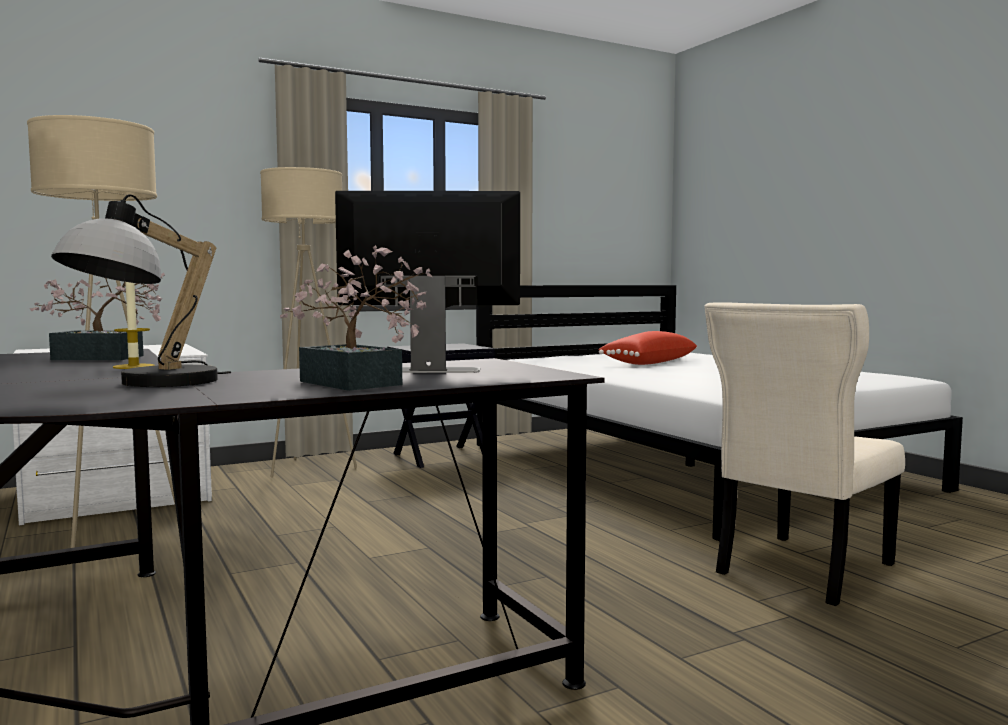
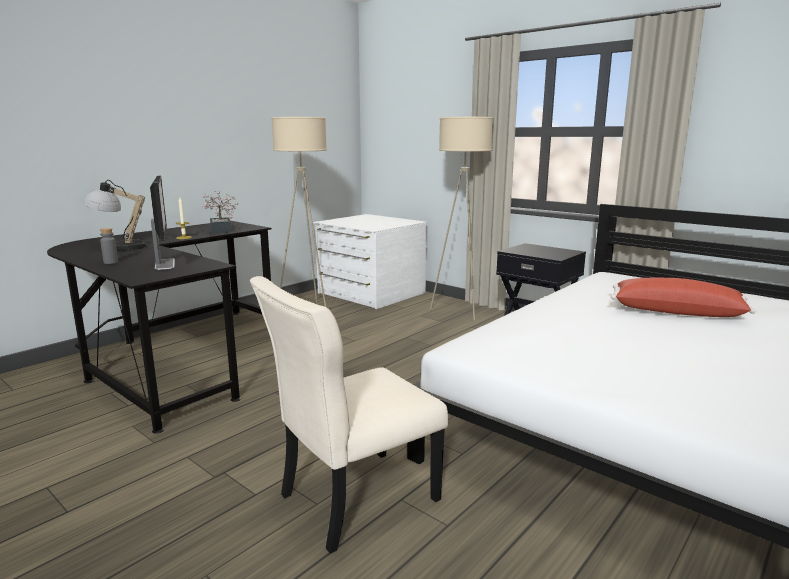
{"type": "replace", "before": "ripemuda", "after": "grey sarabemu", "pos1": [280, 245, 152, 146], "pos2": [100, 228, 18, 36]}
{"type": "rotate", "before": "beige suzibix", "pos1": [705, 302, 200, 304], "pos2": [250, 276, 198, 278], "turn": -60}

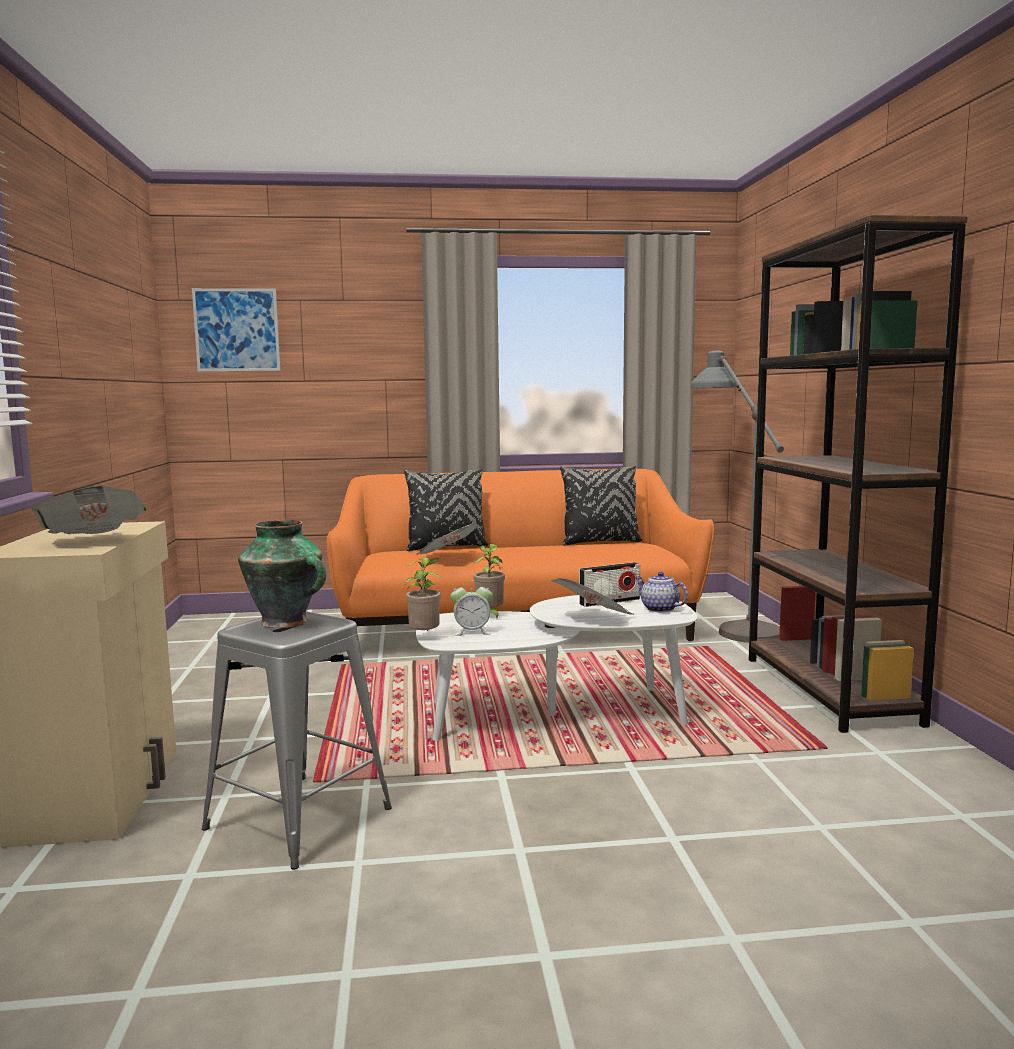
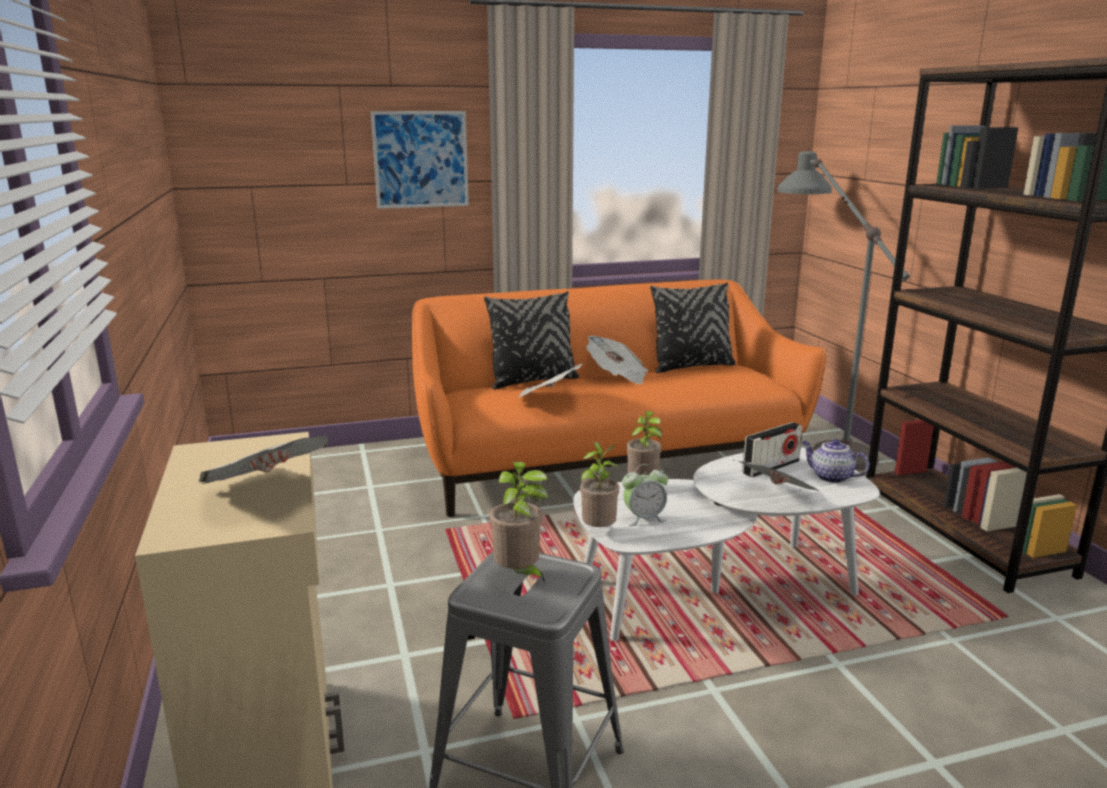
{"type": "move", "before": "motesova", "pos1": [192, 288, 88, 84], "pos2": [371, 111, 98, 98]}
{"type": "replace", "before": "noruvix", "after": "ripemuda", "pos1": [238, 520, 88, 108], "pos2": [490, 462, 58, 121]}
{"type": "insert", "after": "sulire", "pos2": [586, 335, 62, 49]}

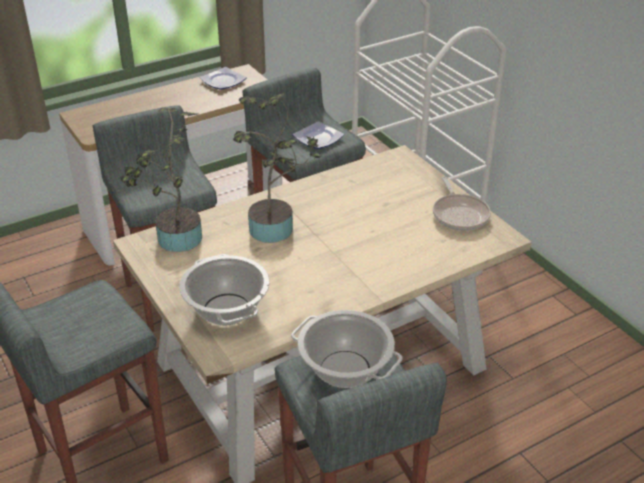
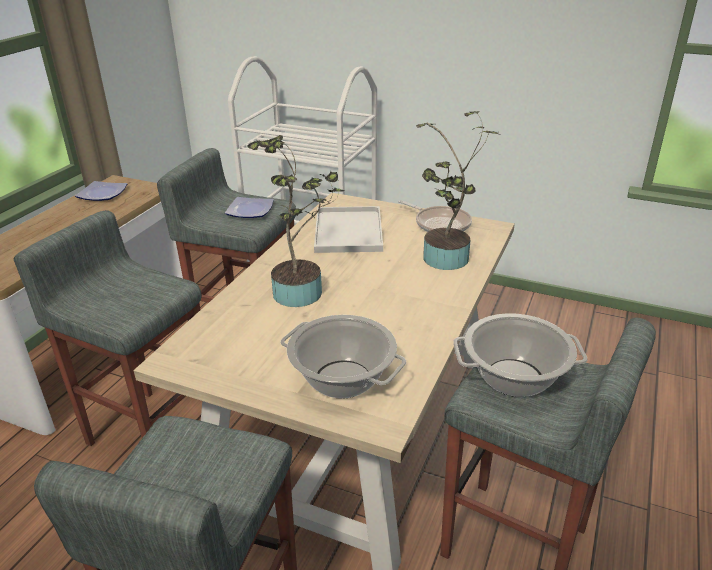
{"type": "move", "before": "ripemuda", "pos1": [120, 108, 82, 144], "pos2": [416, 111, 84, 159]}
{"type": "insert", "after": "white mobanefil", "pos2": [314, 206, 69, 47]}

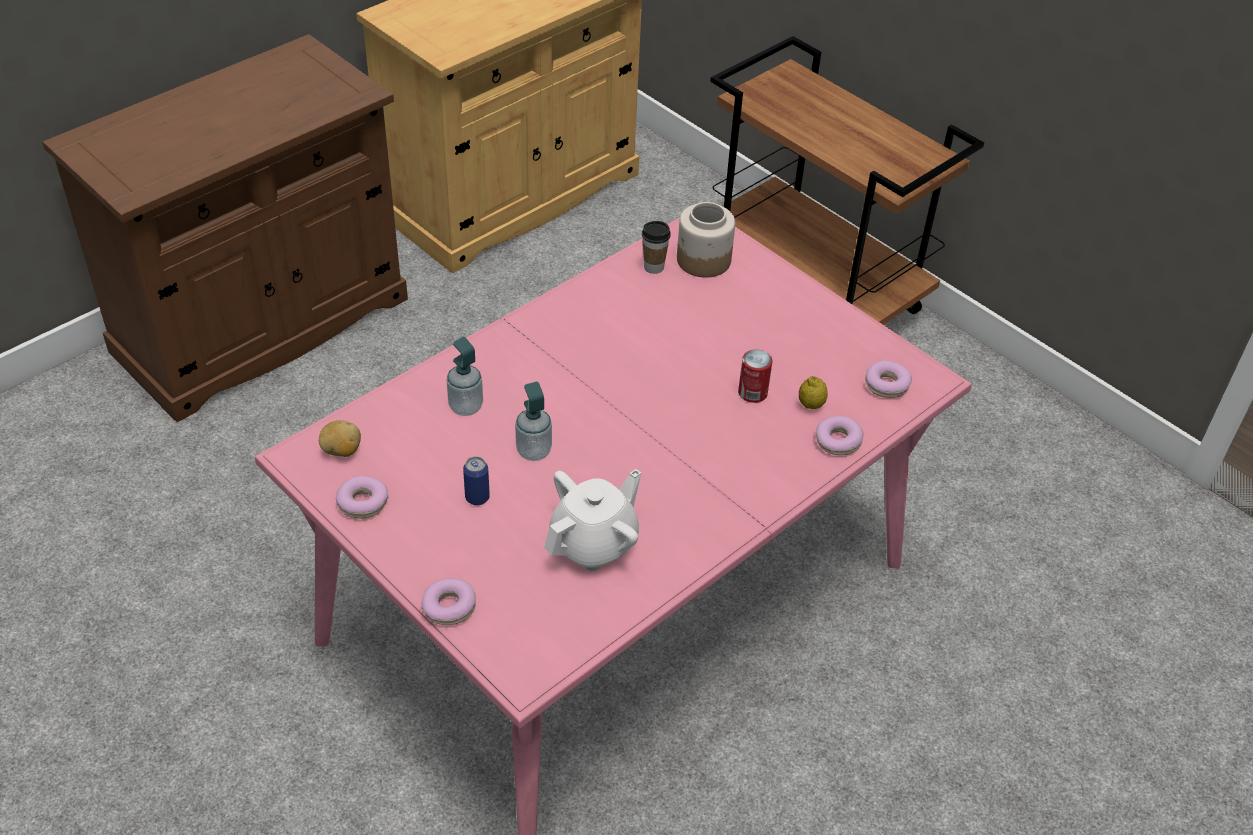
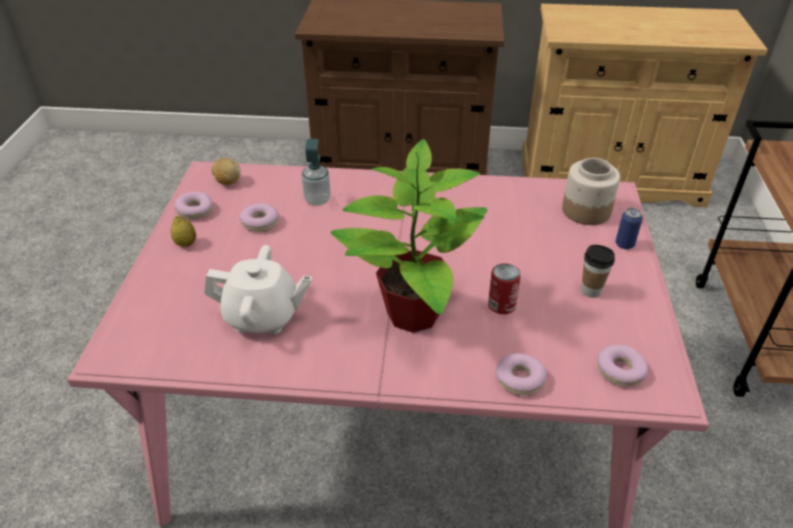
{"type": "move", "before": "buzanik", "pos1": [642, 221, 29, 53], "pos2": [581, 245, 34, 53]}
{"type": "move", "before": "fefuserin", "pos1": [799, 376, 29, 33], "pos2": [171, 216, 25, 31]}
{"type": "delete", "before": "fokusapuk", "pos1": [515, 382, 37, 79]}
{"type": "move", "before": "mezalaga", "pos1": [463, 456, 27, 49], "pos2": [615, 208, 28, 41]}
{"type": "move", "before": "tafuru", "pos1": [421, 578, 55, 47], "pos2": [240, 203, 39, 29]}
{"type": "insert", "after": "ripemuda", "pos2": [331, 139, 156, 194]}

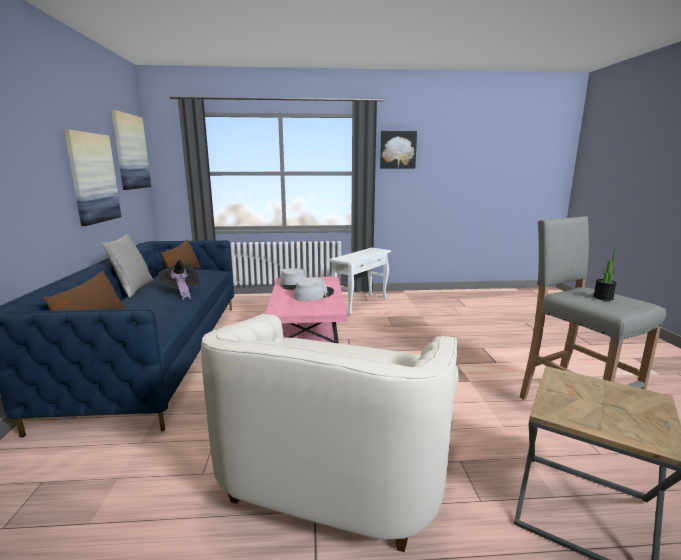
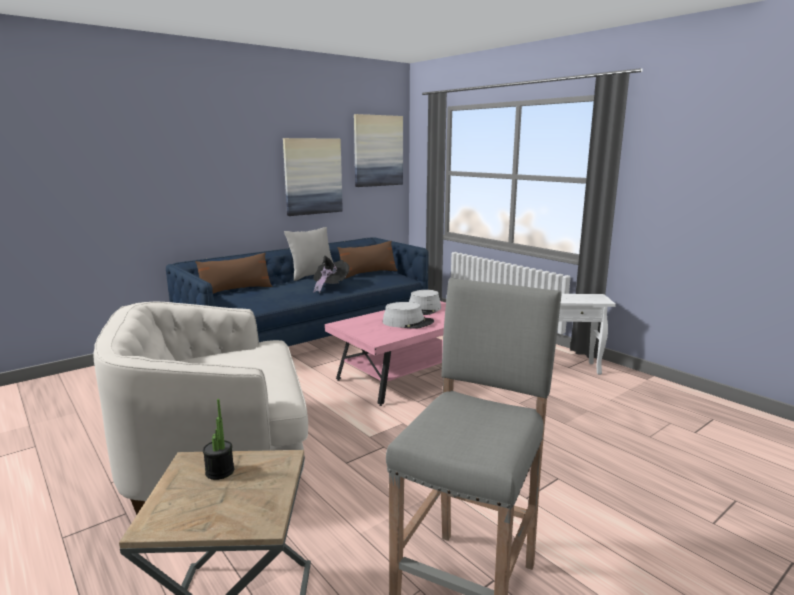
{"type": "delete", "before": "motesova", "pos1": [380, 131, 37, 37]}
{"type": "move", "before": "ripemuda", "pos1": [593, 247, 24, 54], "pos2": [203, 399, 31, 81]}

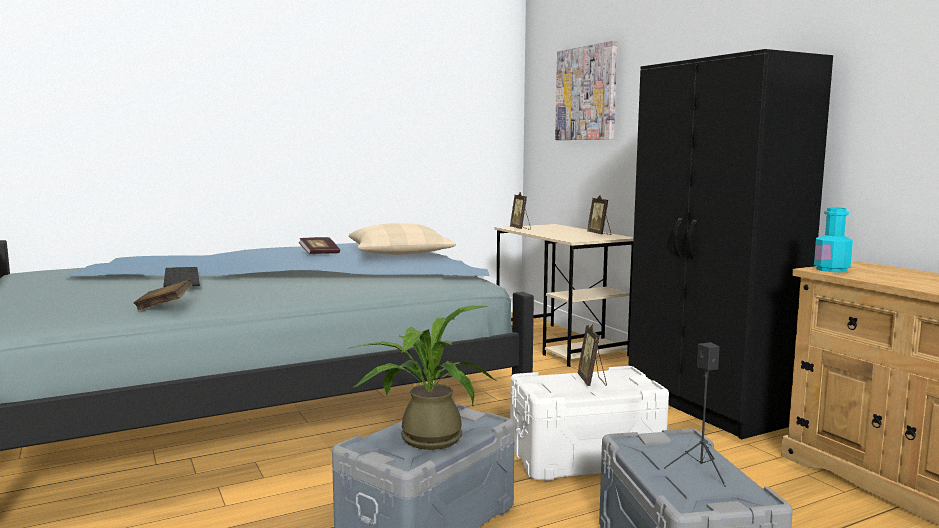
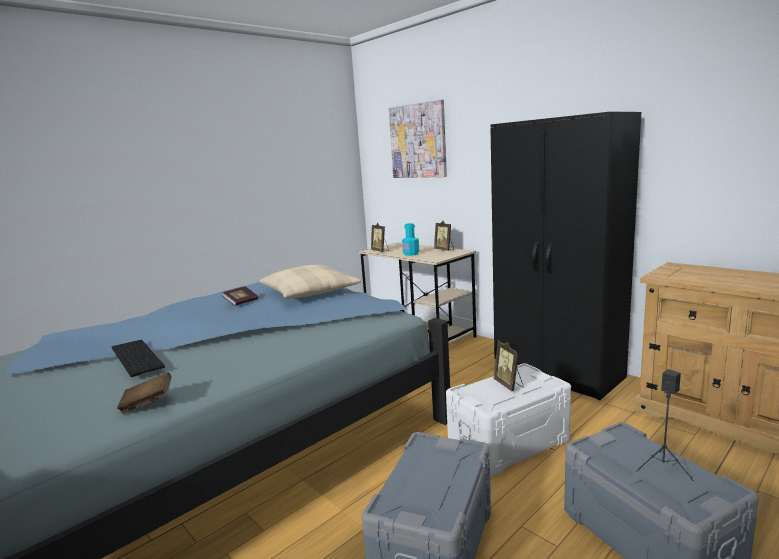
{"type": "move", "before": "turquoise sarabemu", "pos1": [814, 207, 39, 65], "pos2": [402, 223, 17, 33]}
{"type": "delete", "before": "ripemuda", "pos1": [350, 306, 147, 144]}

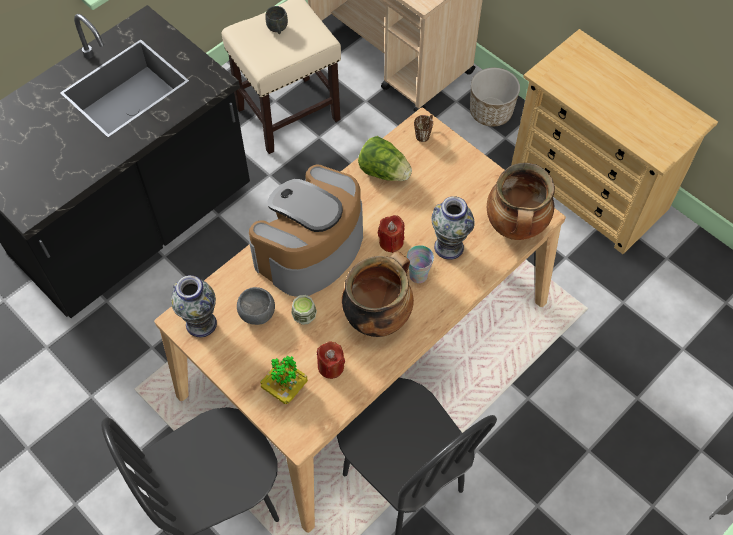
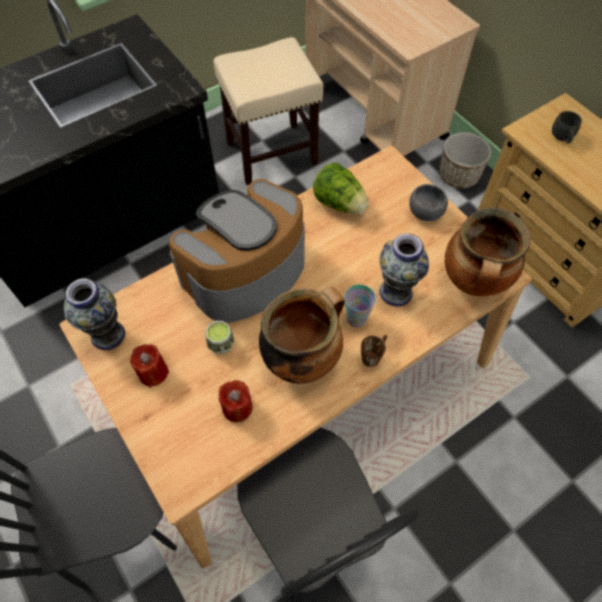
{"type": "move", "before": "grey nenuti", "pos1": [265, 6, 23, 28], "pos2": [552, 111, 30, 32]}
{"type": "move", "before": "brown nenuti", "pos1": [414, 115, 19, 27], "pos2": [361, 335, 26, 32]}
{"type": "move", "before": "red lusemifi", "pos1": [378, 215, 26, 38], "pos2": [130, 344, 39, 44]}
{"type": "move", "before": "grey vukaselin", "pos1": [237, 287, 38, 38], "pos2": [409, 184, 39, 37]}
{"type": "delete", "before": "ripemuda", "pos1": [260, 356, 48, 48]}

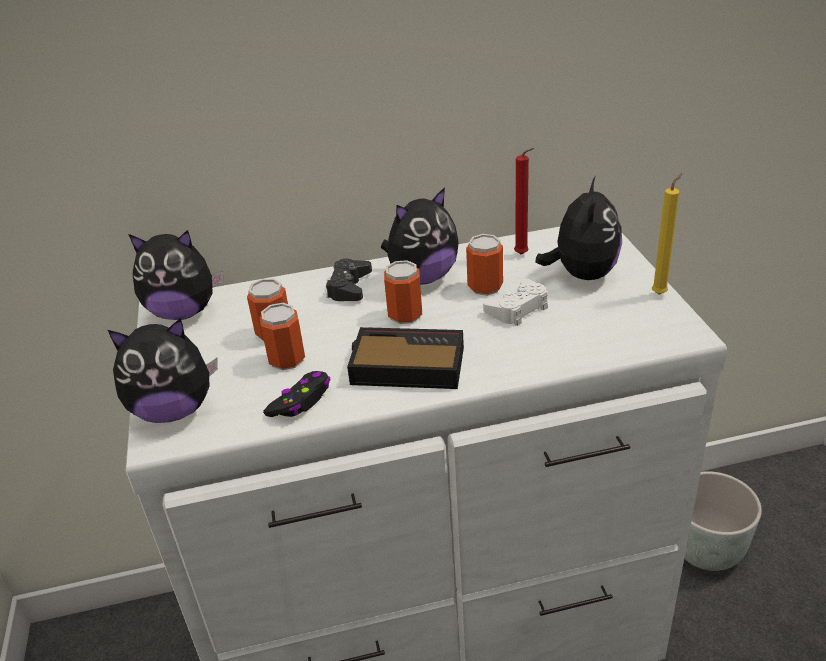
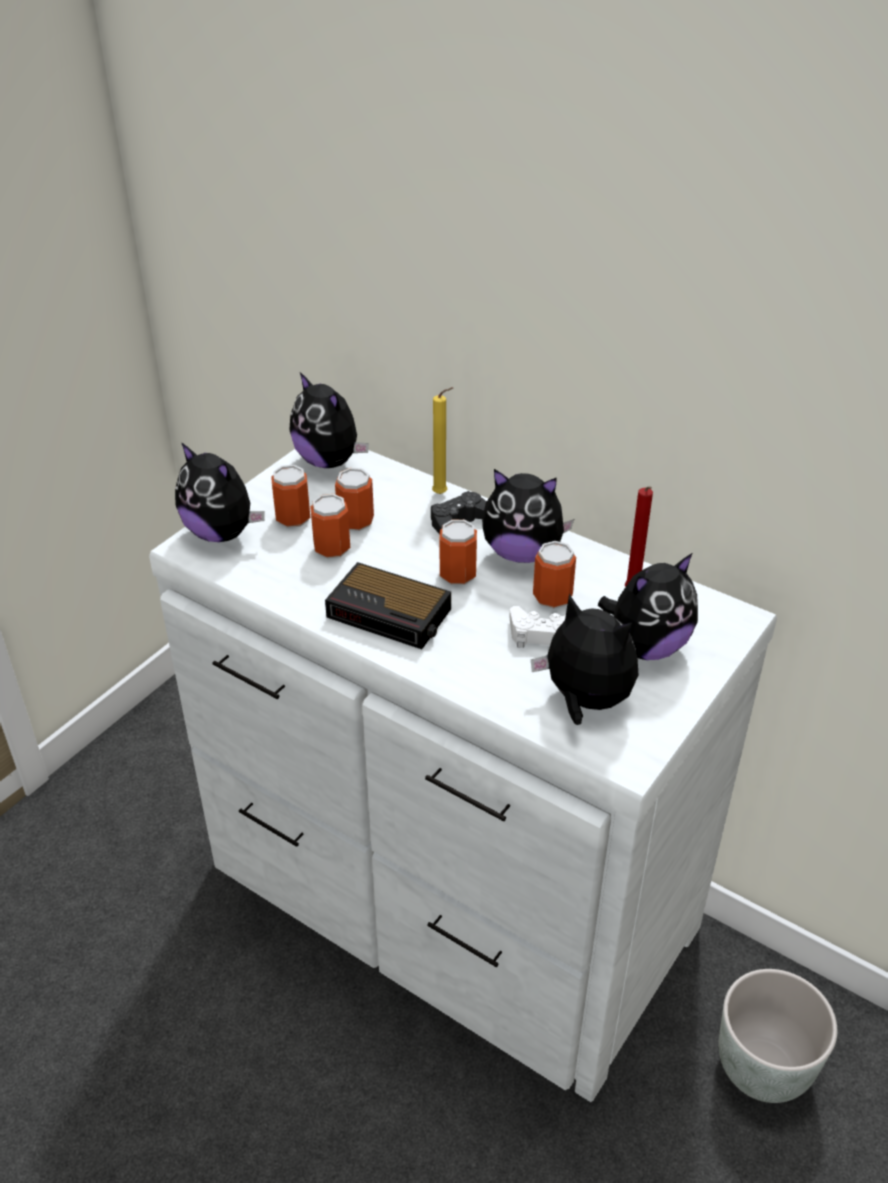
{"type": "move", "before": "yellow lusemifi", "pos1": [652, 173, 30, 122], "pos2": [432, 387, 21, 107]}
{"type": "rotate", "before": "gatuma", "pos1": [347, 327, 117, 62], "pos2": [325, 562, 126, 87], "turn": 150}
{"type": "delete", "before": "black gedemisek", "pos1": [263, 371, 67, 46]}
{"type": "insert", "after": "mezalaga", "pos2": [271, 465, 39, 63]}
{"type": "insert", "after": "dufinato", "pos2": [531, 594, 107, 131]}

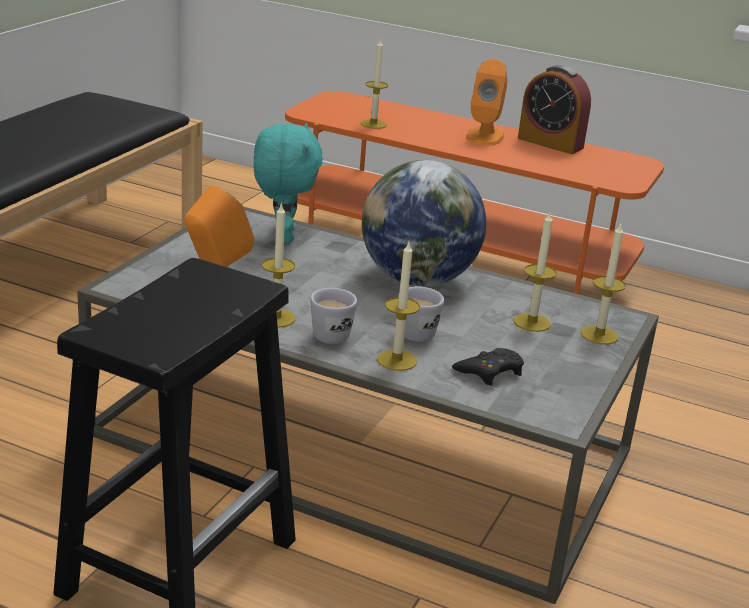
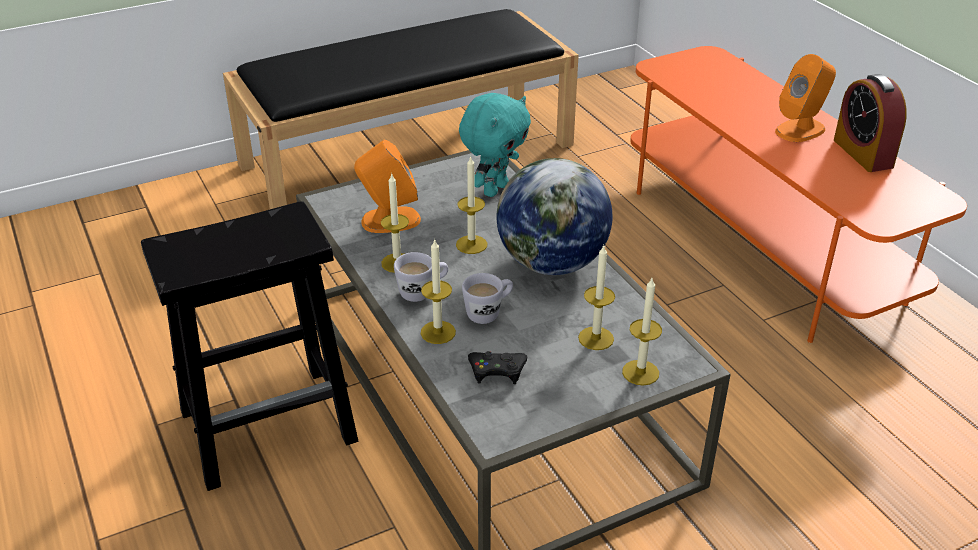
{"type": "move", "before": "lusemifi", "pos1": [360, 38, 28, 91], "pos2": [456, 155, 31, 99]}

